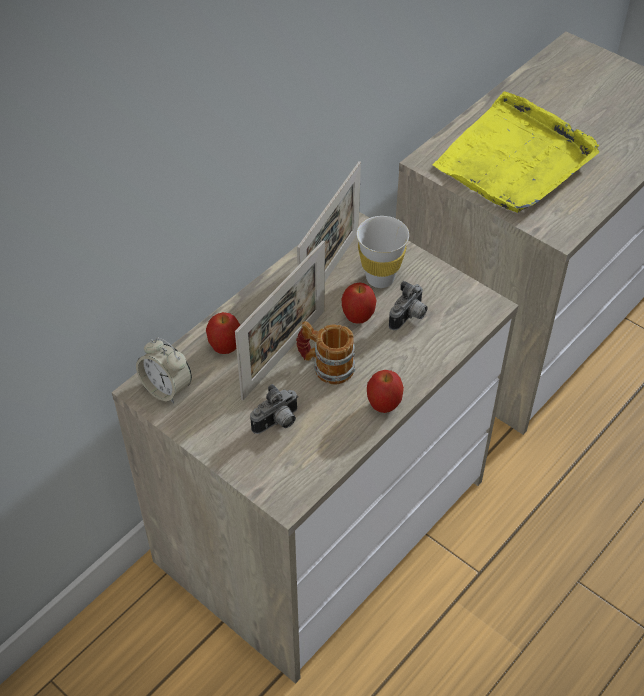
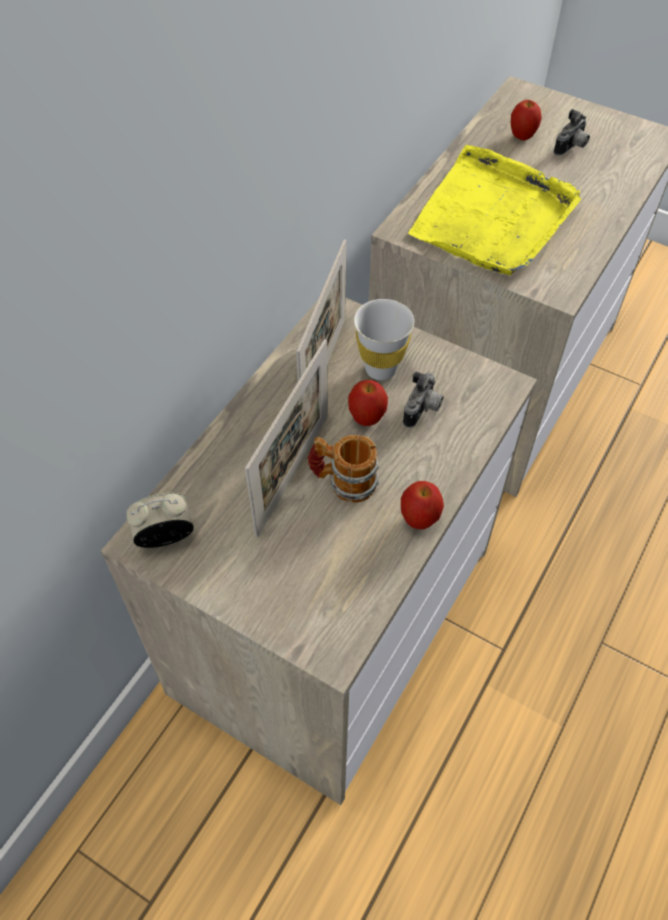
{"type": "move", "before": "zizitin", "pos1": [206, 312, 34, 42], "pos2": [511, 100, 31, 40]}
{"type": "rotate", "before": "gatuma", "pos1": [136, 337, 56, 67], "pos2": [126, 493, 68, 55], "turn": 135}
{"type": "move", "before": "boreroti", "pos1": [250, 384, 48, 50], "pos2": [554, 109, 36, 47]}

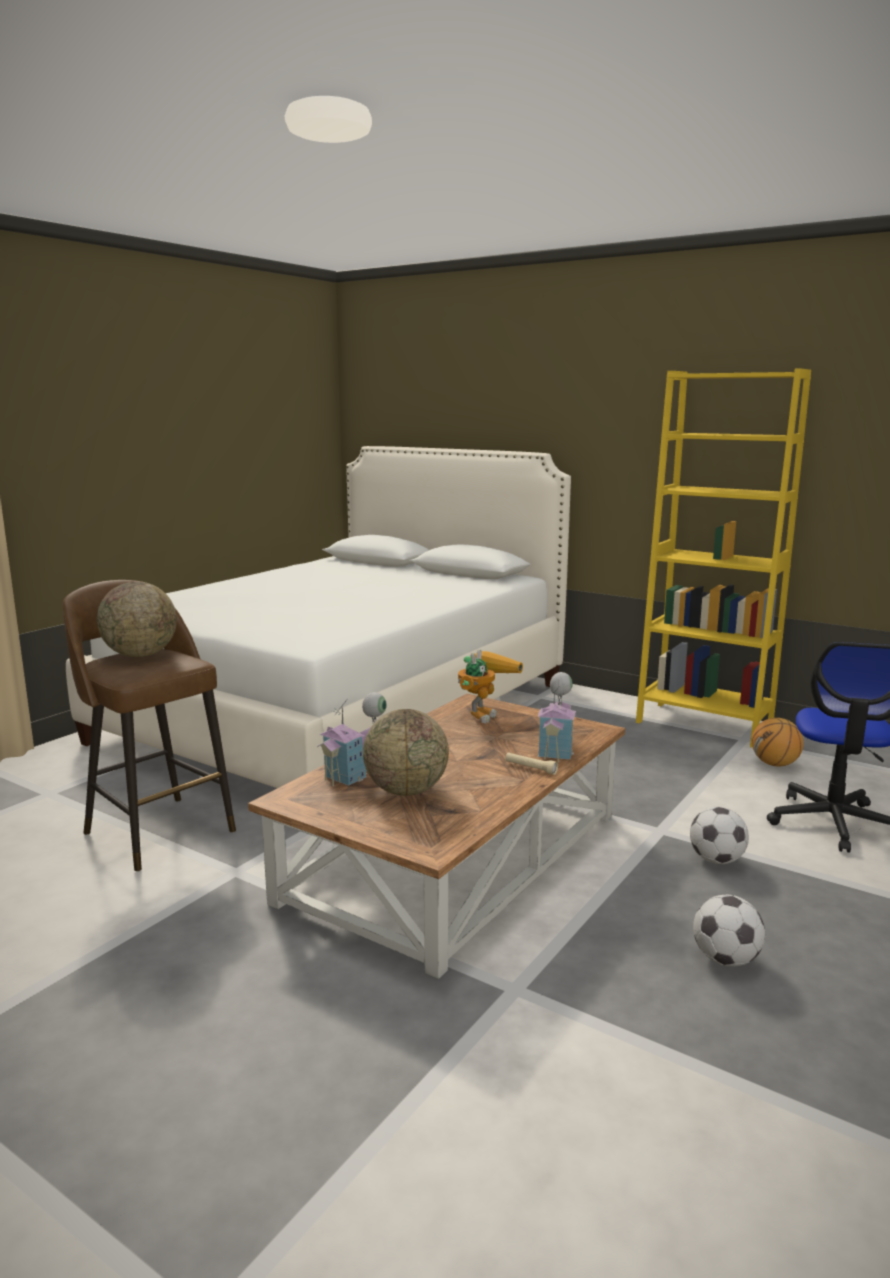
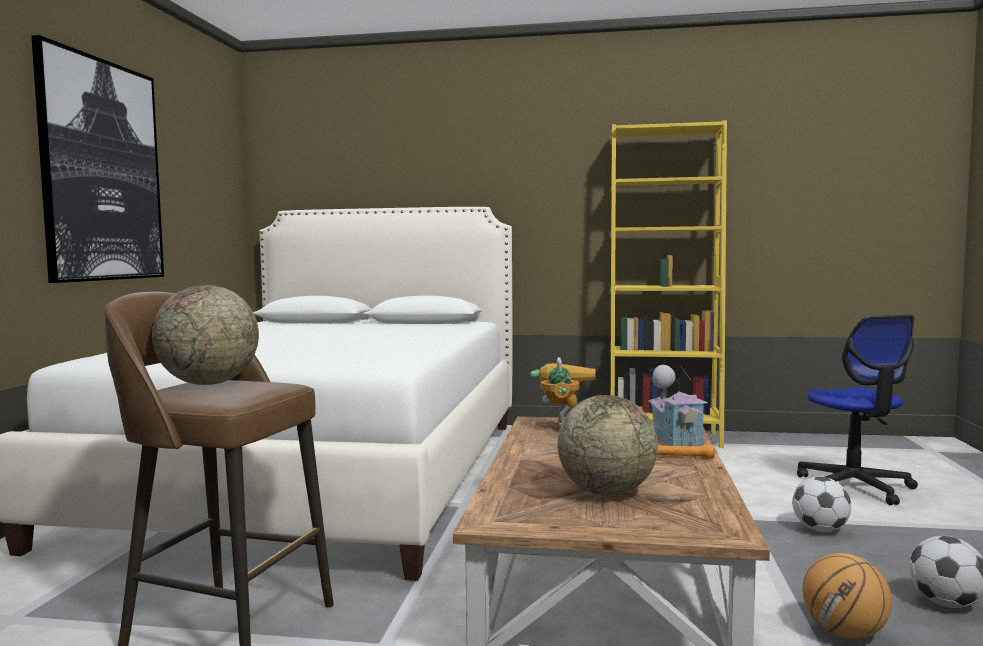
{"type": "delete", "before": "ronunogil", "pos1": [317, 692, 70, 94]}
{"type": "move", "before": "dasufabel", "pos1": [752, 718, 52, 49], "pos2": [802, 553, 90, 86]}
{"type": "recolor", "before": "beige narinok", "after": "orange narinok", "pos1": [505, 752, 53, 23], "pos2": [657, 444, 58, 15]}
{"type": "insert", "after": "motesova", "pos2": [31, 35, 133, 248]}

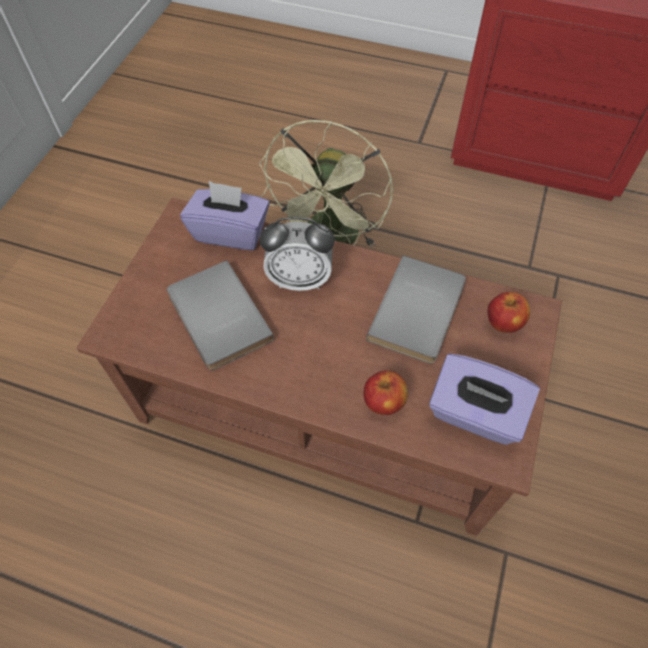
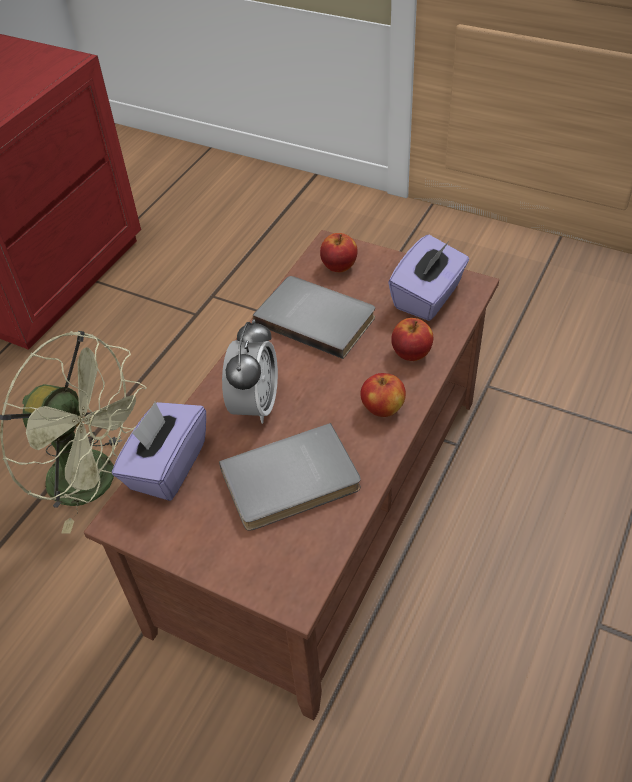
{"type": "insert", "after": "zizitin", "pos2": [360, 373, 46, 44]}

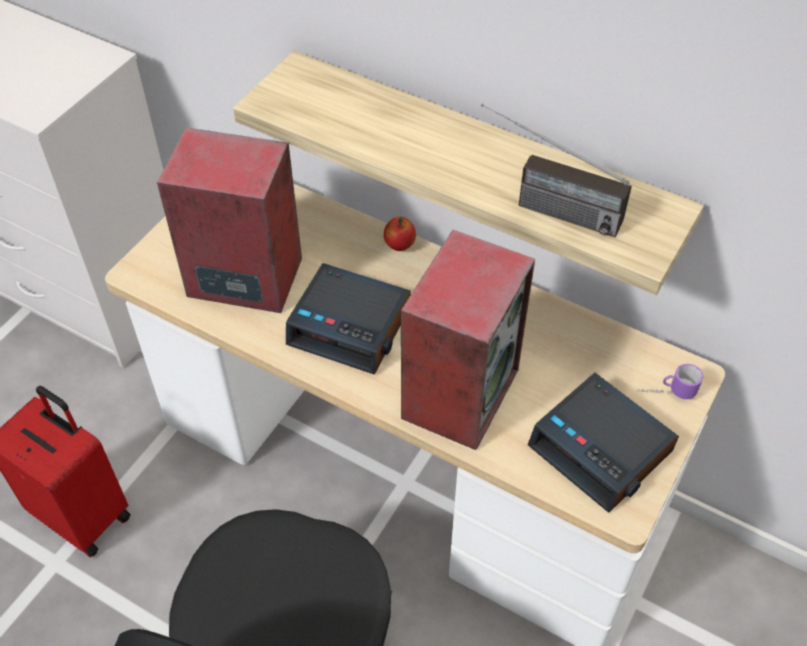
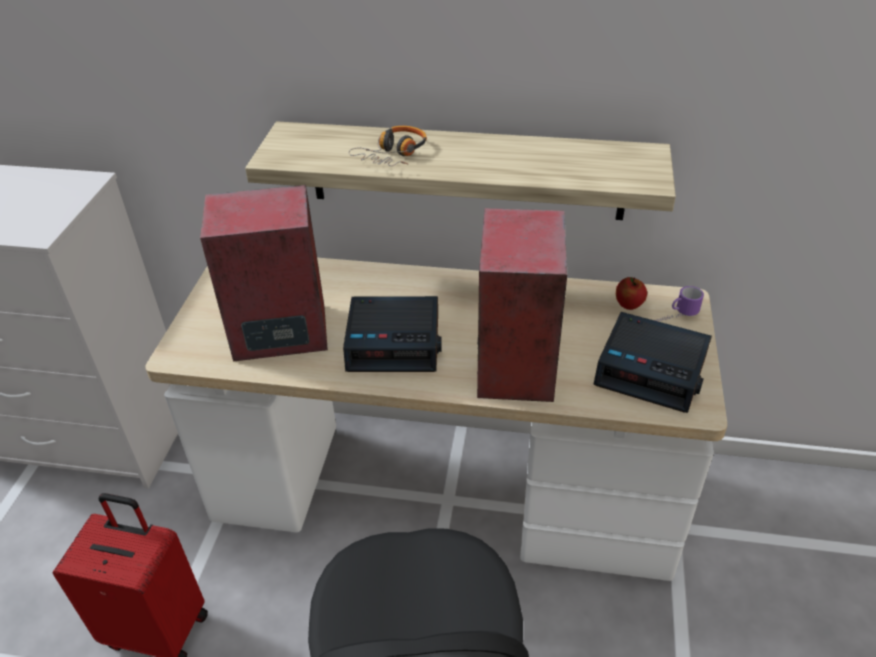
{"type": "delete", "before": "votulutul", "pos1": [481, 104, 151, 133]}
{"type": "move", "before": "zizitin", "pos1": [384, 217, 32, 34], "pos2": [616, 277, 31, 33]}
{"type": "insert", "after": "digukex", "pos2": [349, 126, 78, 40]}

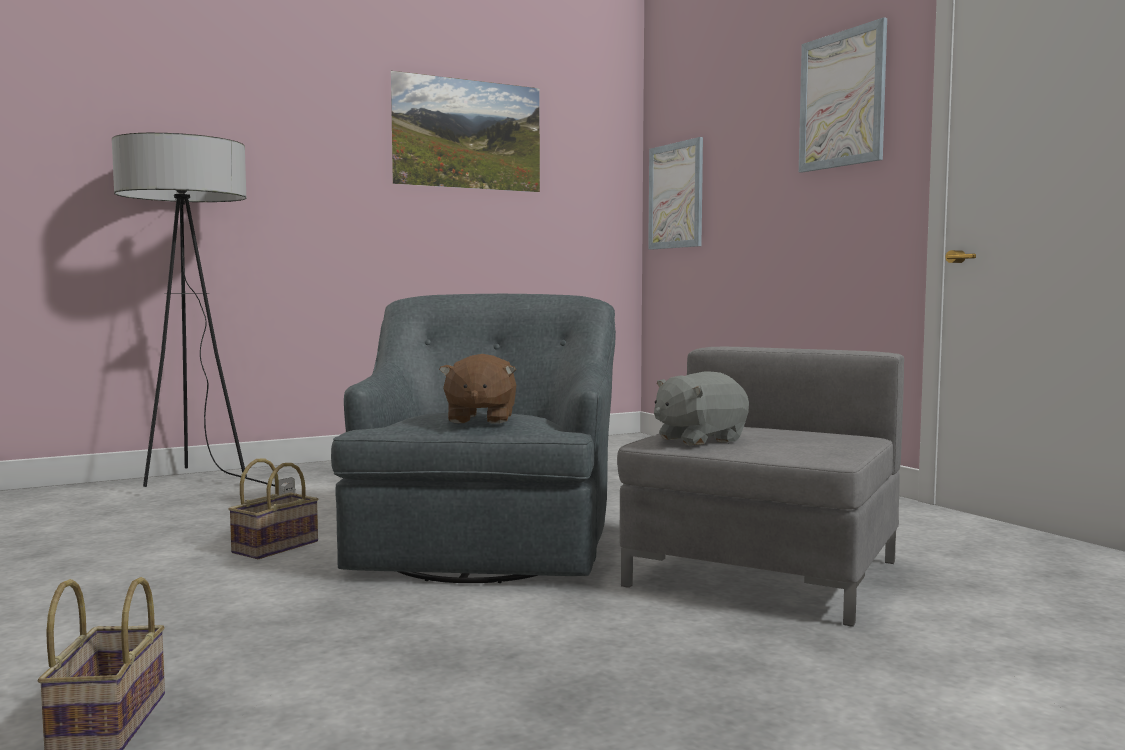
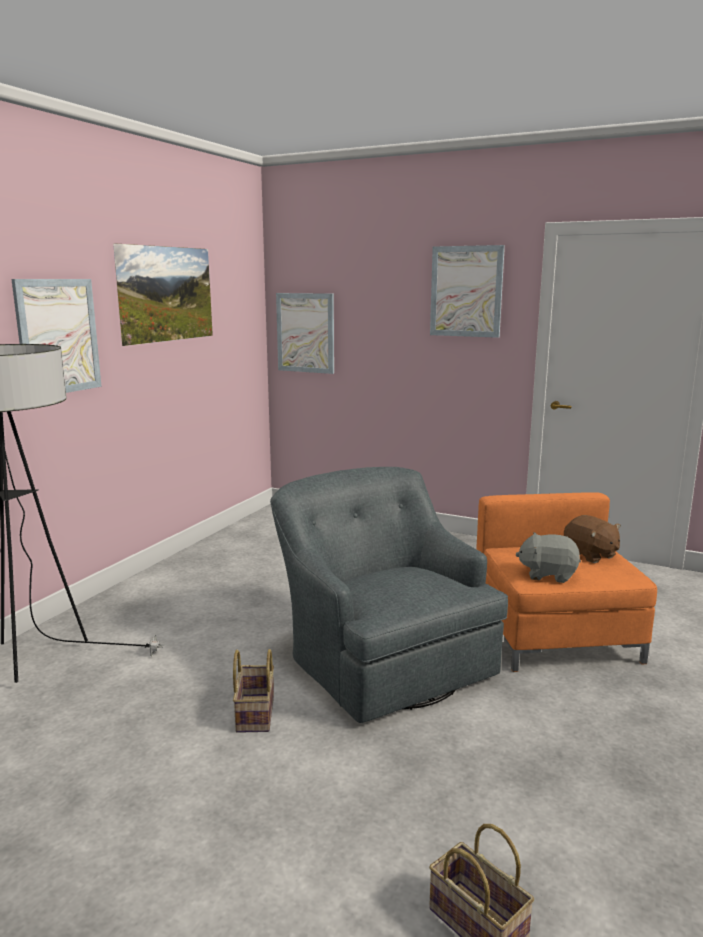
{"type": "recolor", "before": "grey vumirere", "after": "orange vumirere", "pos1": [617, 347, 287, 280], "pos2": [476, 492, 181, 180]}
{"type": "move", "before": "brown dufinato", "pos1": [439, 354, 77, 70], "pos2": [564, 515, 57, 48]}
{"type": "rotate", "before": "grey dufinato", "pos1": [654, 372, 95, 74], "pos2": [515, 532, 66, 51], "turn": 75}
{"type": "insert", "after": "motesova", "pos2": [11, 279, 91, 114]}

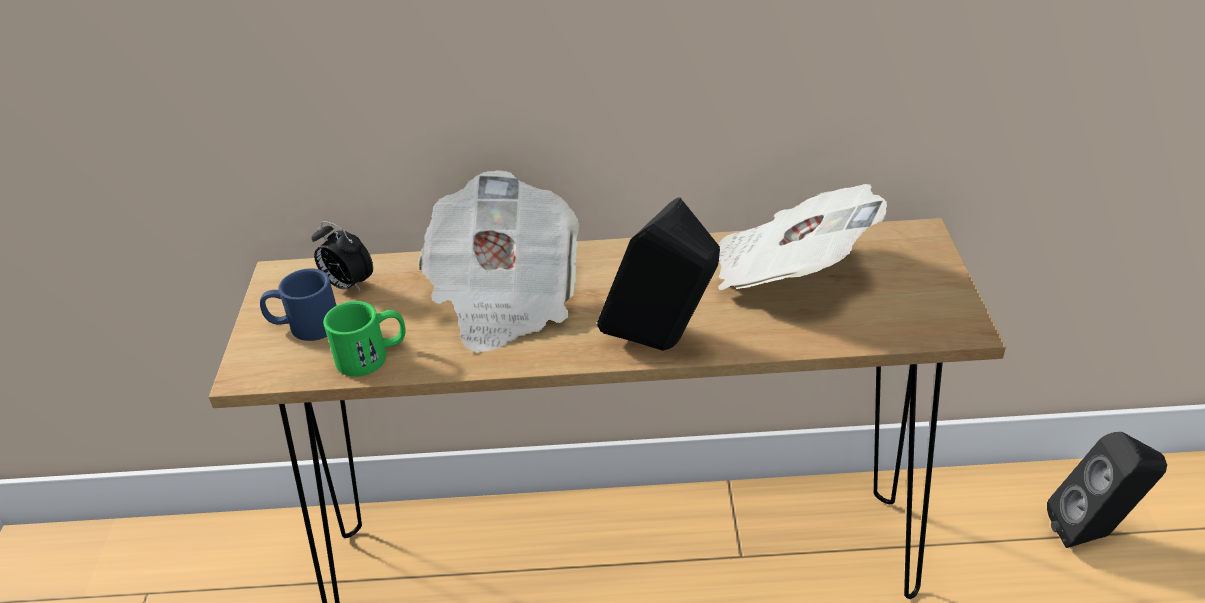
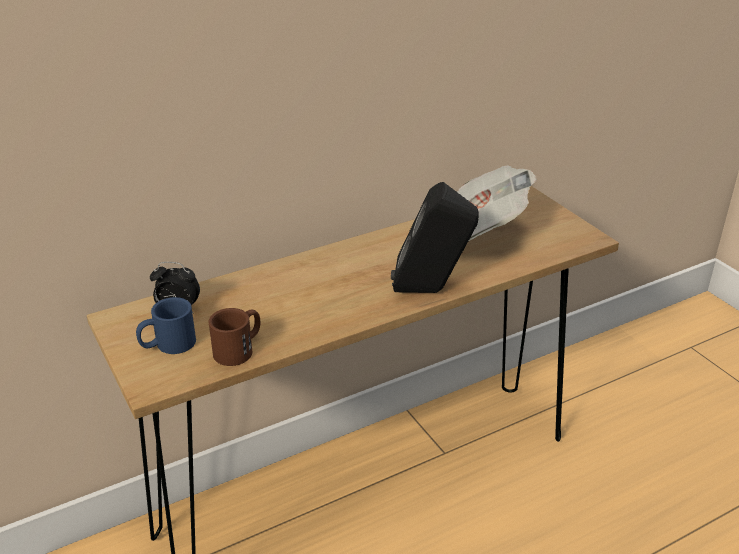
{"type": "delete", "before": "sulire", "pos1": [418, 170, 162, 183]}
{"type": "recolor", "before": "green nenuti", "after": "brown nenuti", "pos1": [323, 301, 83, 76], "pos2": [208, 308, 52, 58]}
{"type": "delete", "before": "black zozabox", "pos1": [1047, 432, 120, 116]}

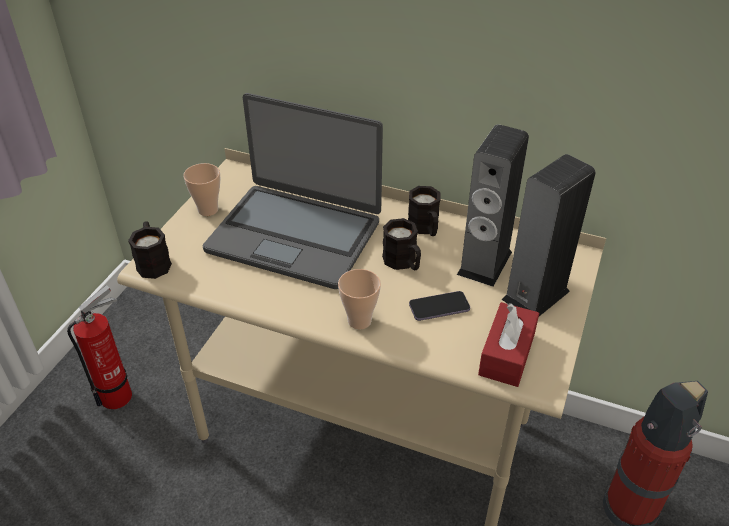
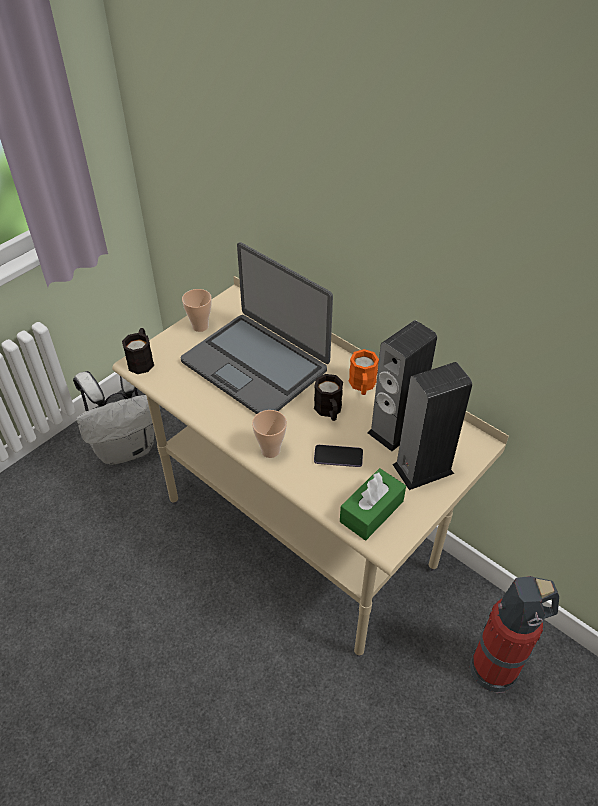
{"type": "recolor", "before": "black nenuti", "after": "orange nenuti", "pos1": [408, 186, 32, 50], "pos2": [349, 349, 30, 46]}
{"type": "replace", "before": "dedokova", "after": "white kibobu", "pos1": [67, 285, 65, 124], "pos2": [73, 371, 88, 94]}
{"type": "recolor", "before": "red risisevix", "after": "green risisevix", "pos1": [478, 302, 61, 85], "pos2": [340, 468, 66, 72]}

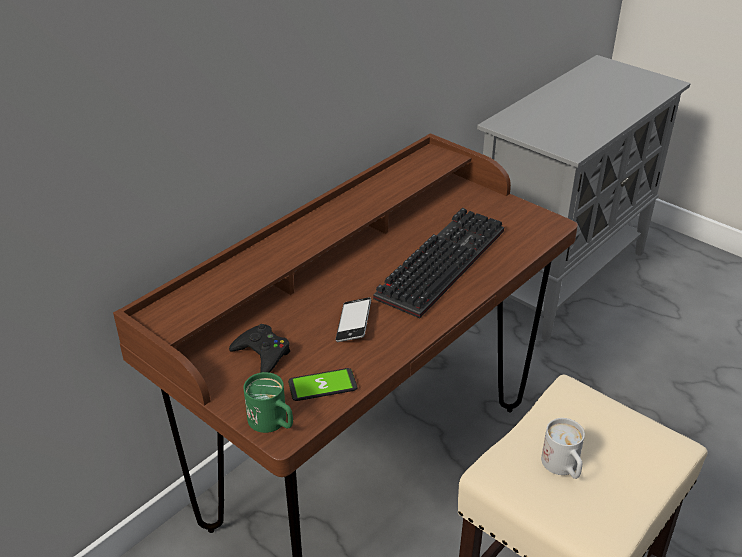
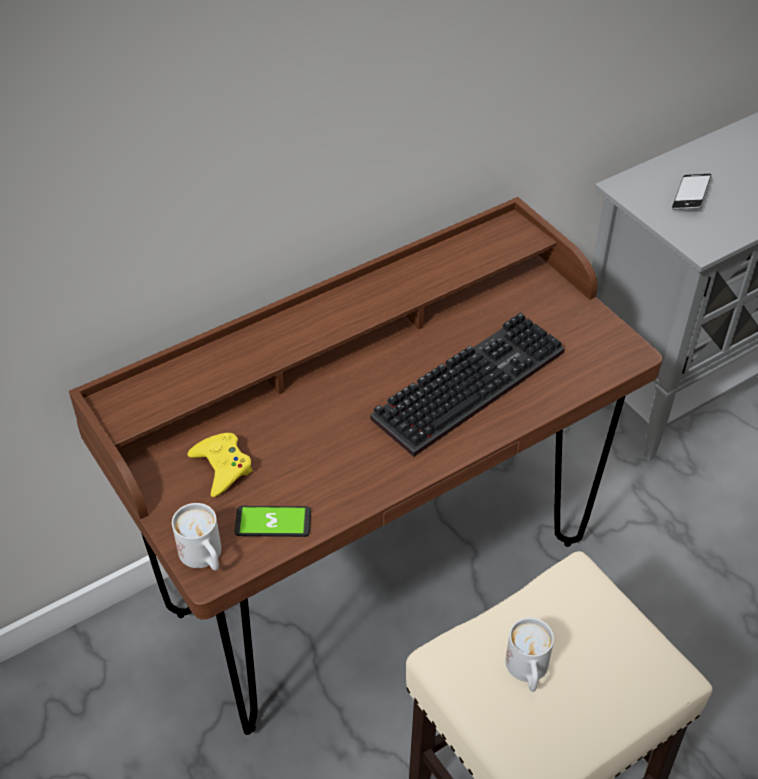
{"type": "move", "before": "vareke", "pos1": [336, 297, 35, 45], "pos2": [672, 174, 40, 36]}
{"type": "recolor", "before": "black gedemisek", "after": "yellow gedemisek", "pos1": [229, 324, 61, 49], "pos2": [188, 433, 65, 64]}
{"type": "recolor", "before": "green nenuti", "after": "white nenuti", "pos1": [243, 372, 50, 61], "pos2": [172, 503, 49, 68]}

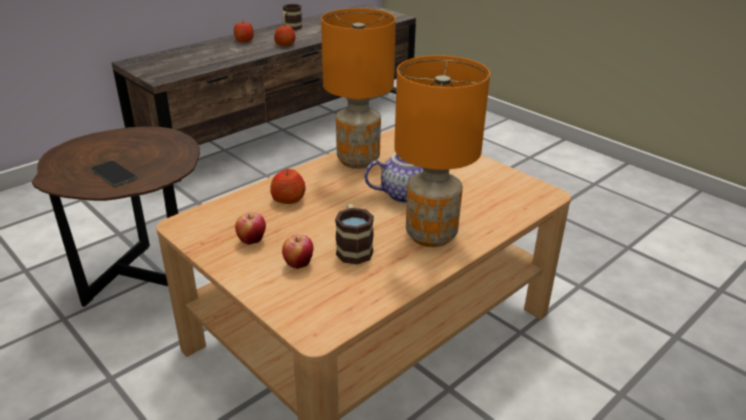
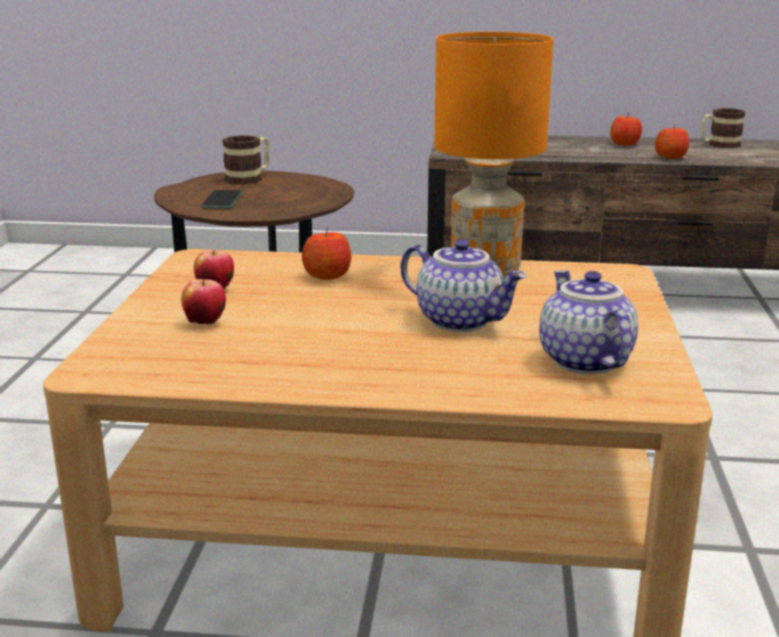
{"type": "delete", "before": "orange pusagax", "pos1": [394, 55, 96, 192]}
{"type": "move", "before": "nenuti", "pos1": [335, 204, 39, 61], "pos2": [222, 135, 47, 50]}
{"type": "insert", "after": "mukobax", "pos2": [539, 270, 99, 104]}

